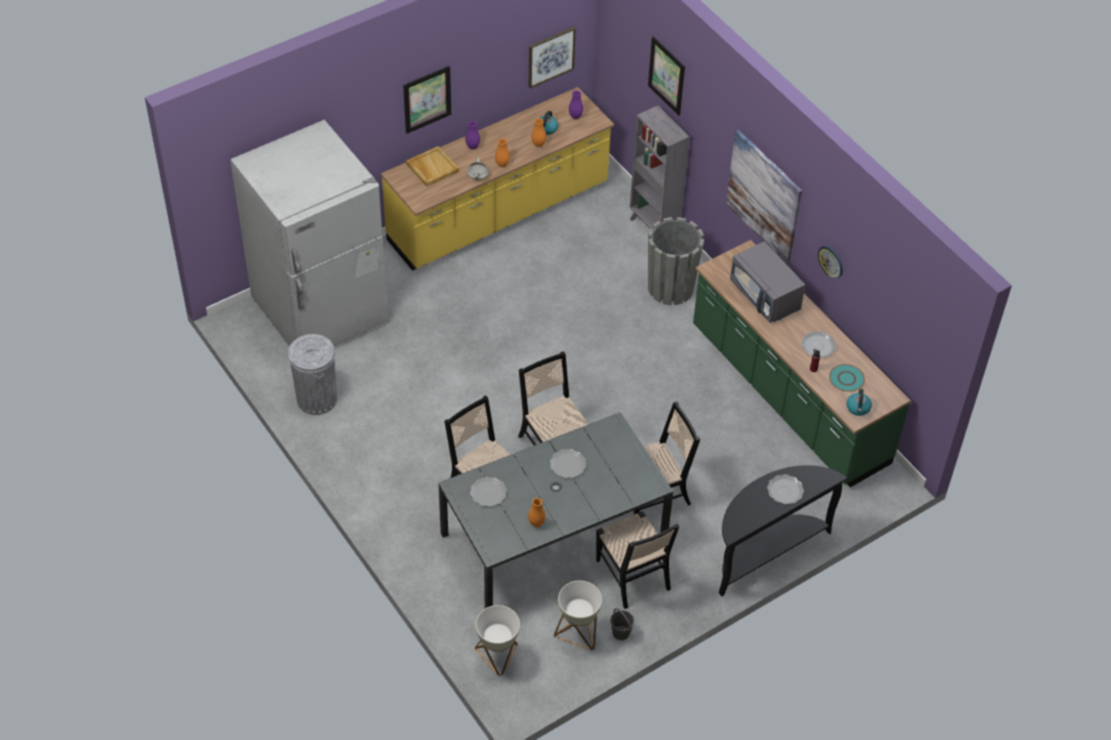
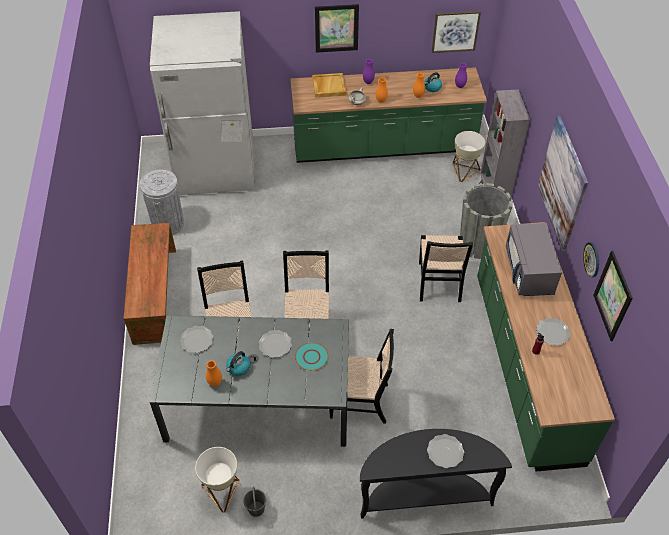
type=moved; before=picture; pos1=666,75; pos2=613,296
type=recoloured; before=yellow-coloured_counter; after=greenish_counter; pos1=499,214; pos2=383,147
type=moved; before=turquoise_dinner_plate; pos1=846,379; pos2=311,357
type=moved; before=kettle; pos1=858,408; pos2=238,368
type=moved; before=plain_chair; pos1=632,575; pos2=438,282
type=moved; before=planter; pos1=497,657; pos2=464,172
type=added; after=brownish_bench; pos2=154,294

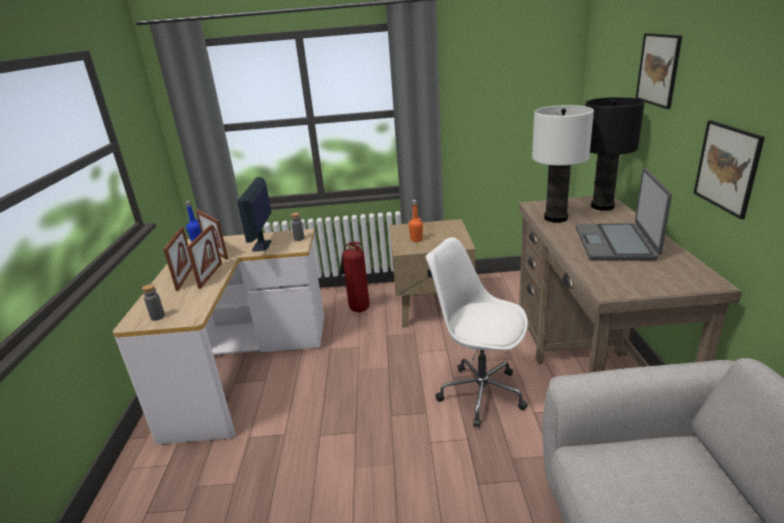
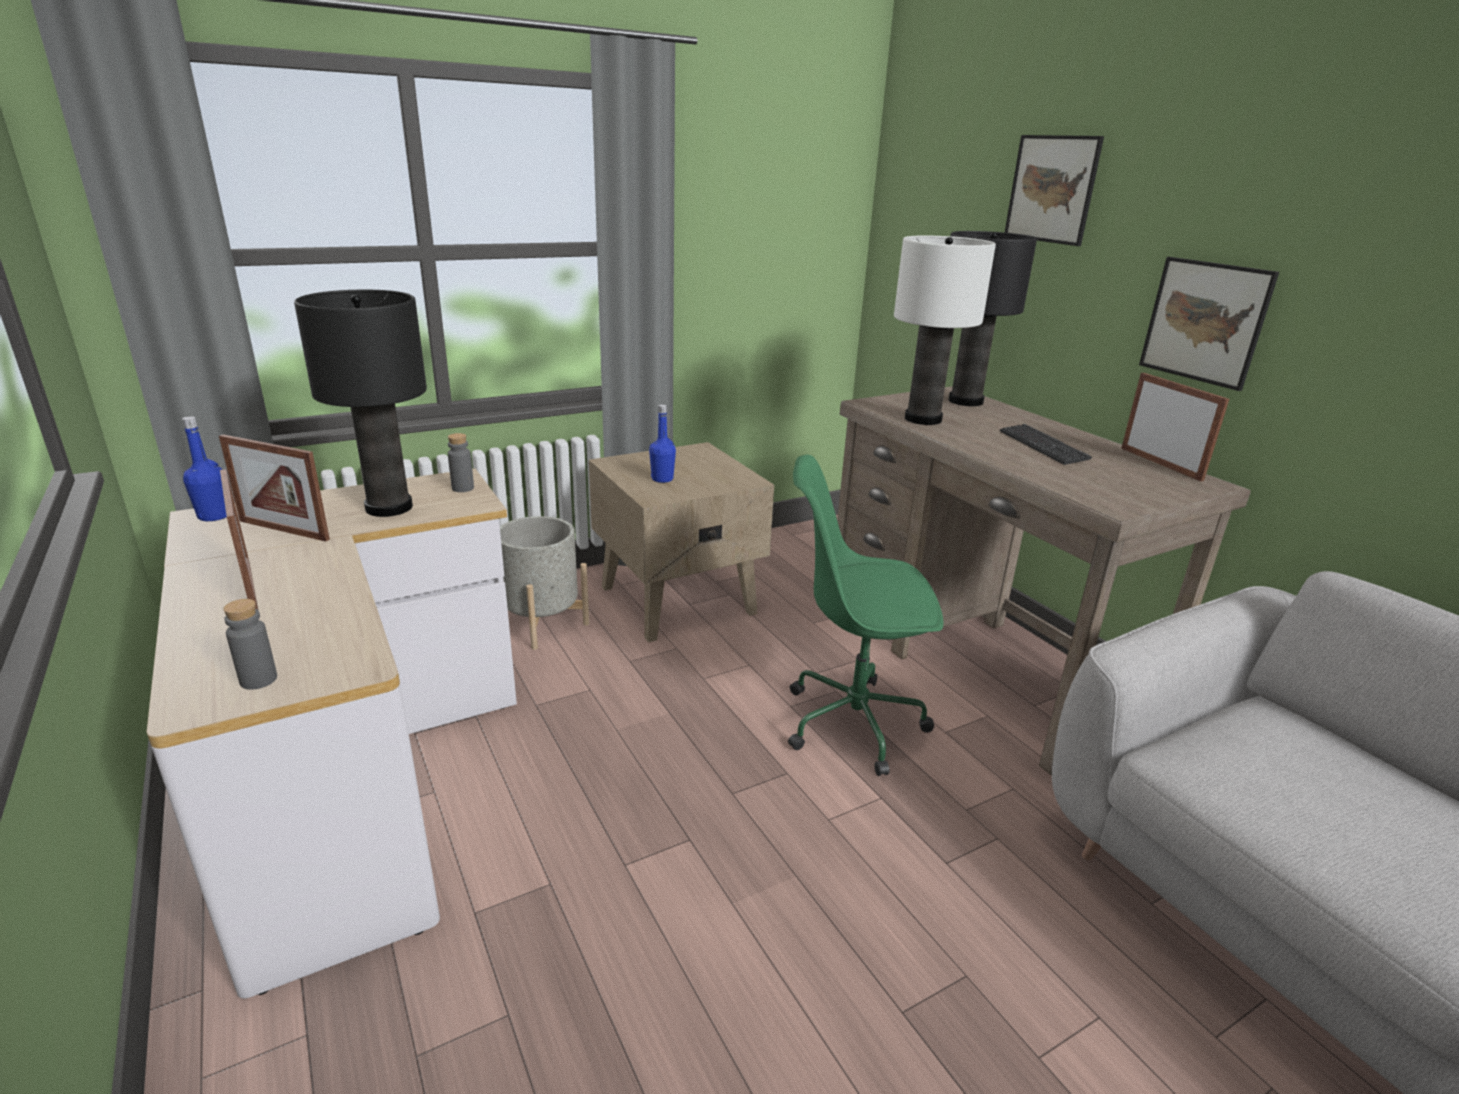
type=replaced; before=laptop; after=keyboard; pos1=615,243; pos2=1042,446
type=replaced; before=computer_screen; after=black-coloured_lamp_for_a_table; pos1=262,245; pos2=388,507
type=recoloured; before=orange-coloured_bottle; after=bluish_bottle; pos1=416,239; pos2=662,479
type=moved; before=picture_frame; pos1=210,275; pos2=1160,464
type=recoloured; before=whitish_computer_chair; after=greenish_computer_chair; pos1=479,394; pos2=849,723
type=replaced; before=fire_extinguisher; after=grey_planter; pos1=357,308; pos2=541,623

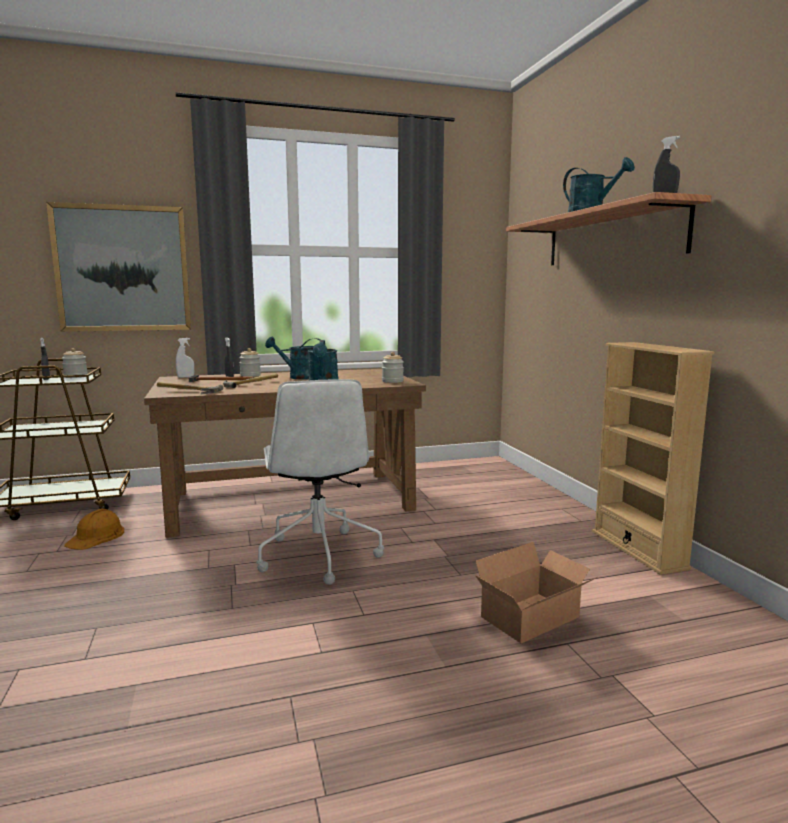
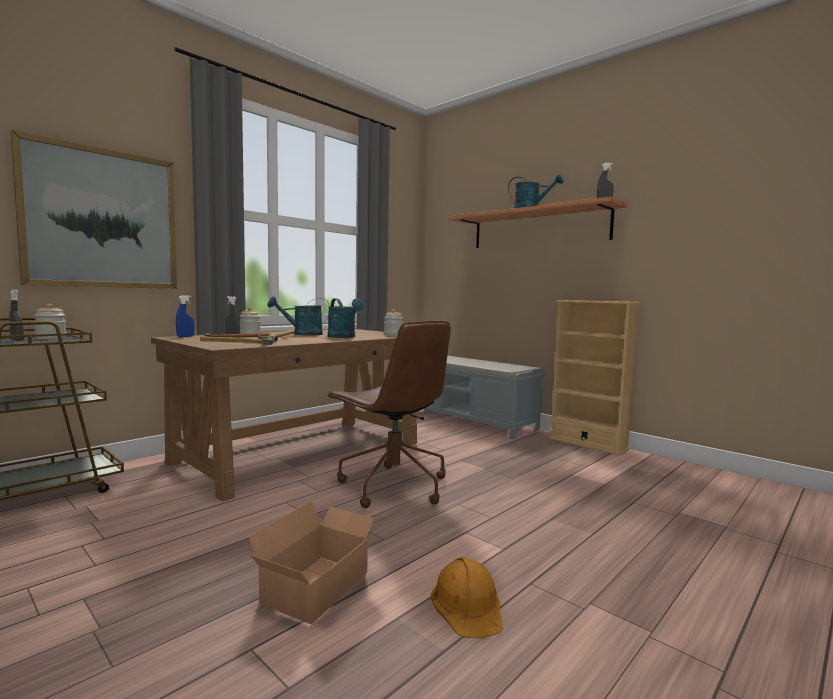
type=recoloured; before=whitish_spray_bottle; after=bluish_spray_bottle; pos1=185,377; pos2=185,336
type=recoloured; before=whitish_computer_chair; after=brownish_computer_chair; pos1=318,553; pos2=390,485
type=moved; before=orange-coloured_safety_helmet; pos1=96,536; pos2=468,605
type=moved; before=carton; pos1=534,618; pos2=321,587
type=added; after=grey_bench; pos2=469,420

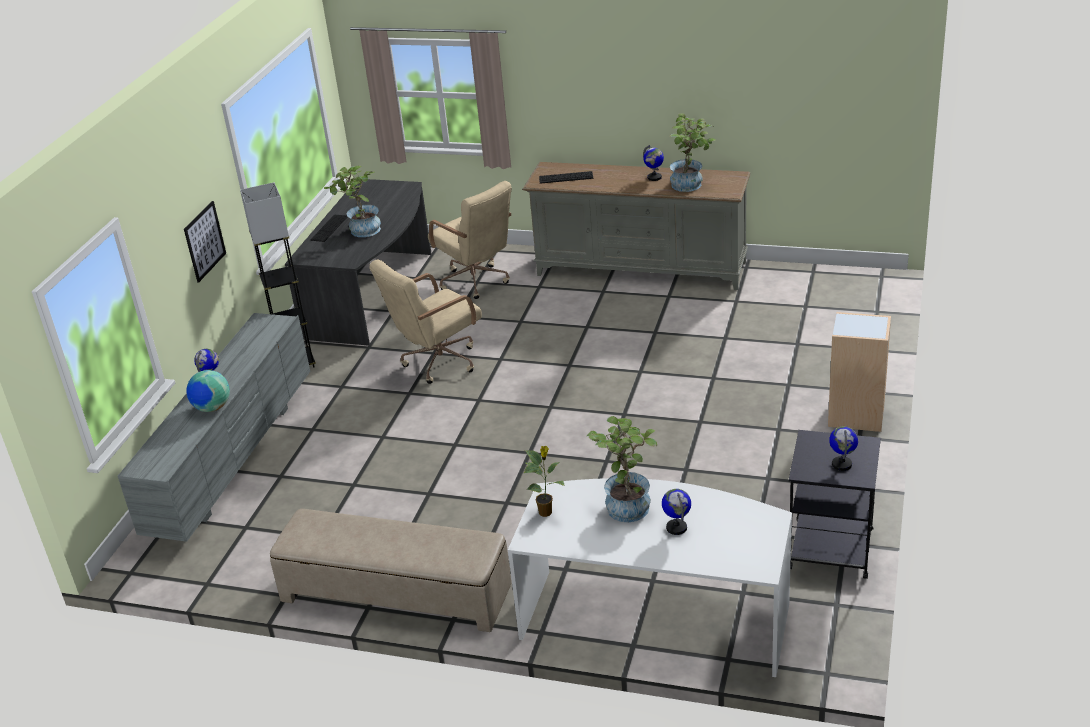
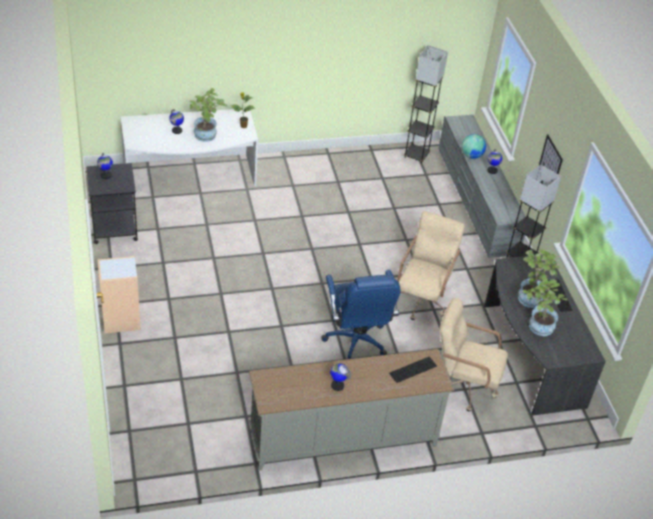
type=moved; before=houseplant; pos1=691,185; pos2=537,327
type=removed; before=beige_bench; pos1=394,593
type=added; after=grey_floor_lamp; pos2=416,155
type=added; after=bluish_computer_chair; pos2=356,342

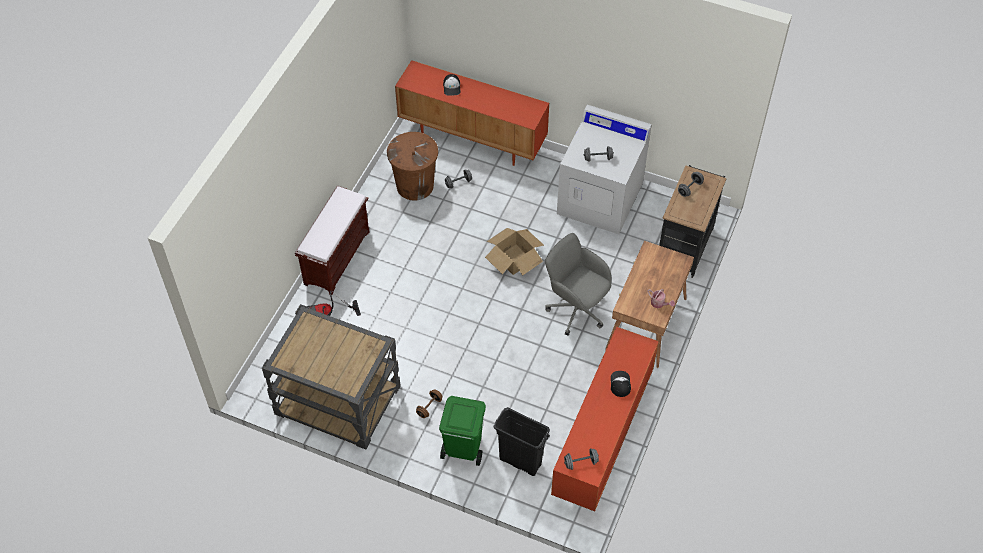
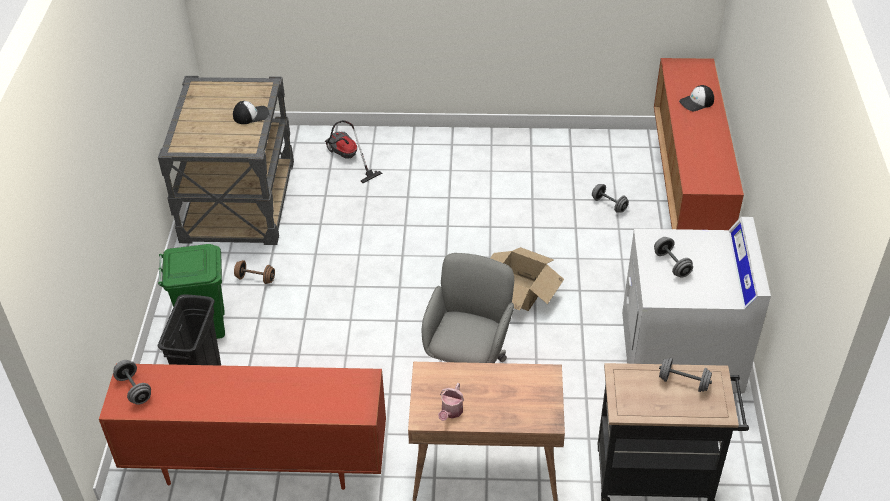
type=removed; before=brownish_rubbish_bin; pos1=415,185
type=removed; before=brownish_bench; pos1=337,257
type=moved; before=peaked_cap; pos1=620,384; pos2=251,115

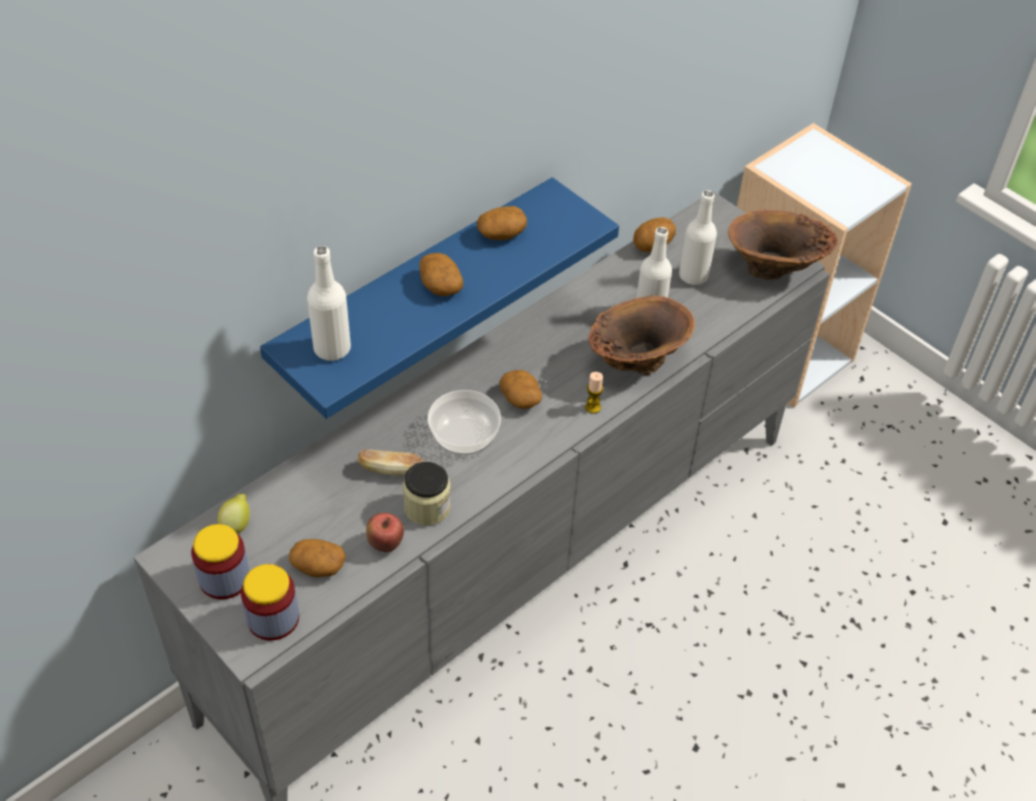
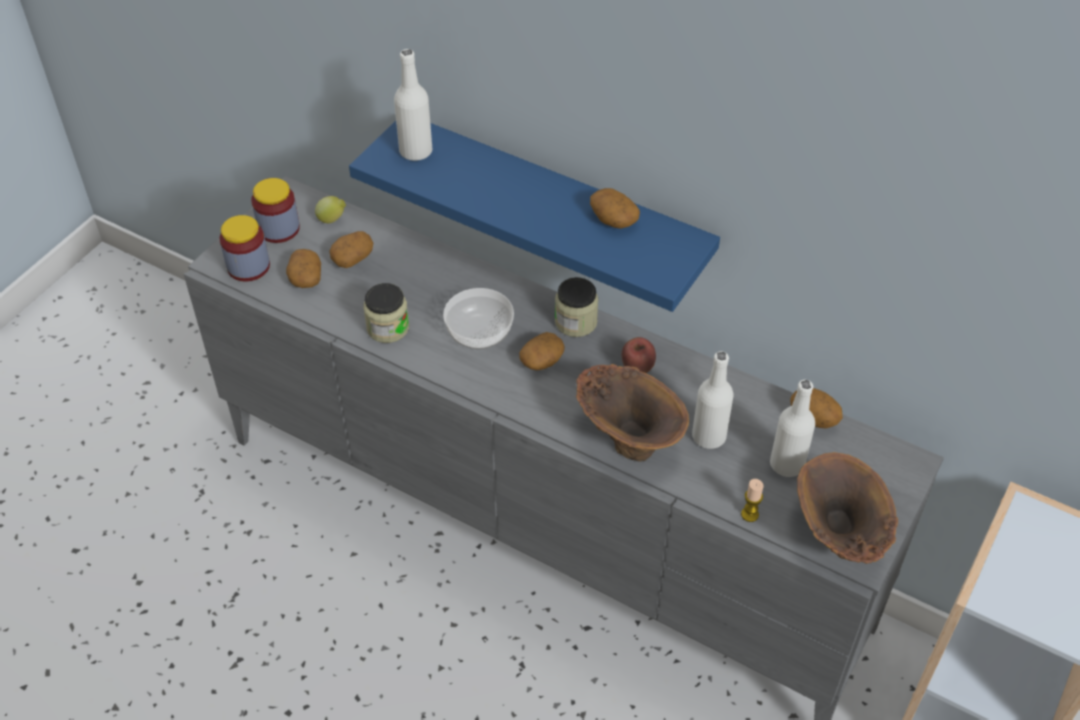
type=moved; before=whole_potato; pos1=440,285; pos2=352,258
type=moved; before=wax_candle; pos1=593,407; pos2=749,514
type=removed; before=bread; pos1=390,470
type=moved; before=whole_apple; pos1=385,544; pos2=637,368
type=added; after=jar; pos2=576,322

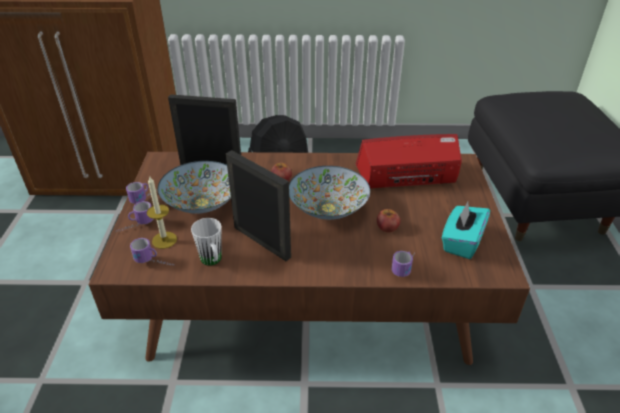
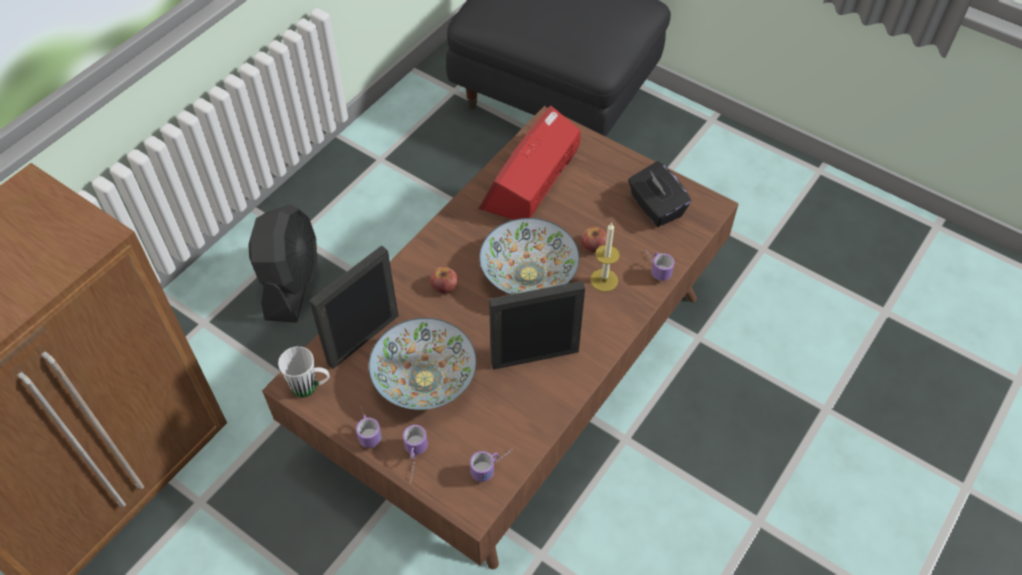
type=moved; before=wax_candle; pos1=164,240; pos2=604,280
type=recoloured; before=turquoise_tissue_holder; after=black-coloured_tissue_holder; pos1=461,242; pos2=655,207
type=moved; before=whitish_tea_mug; pos1=212,262; pos2=311,388

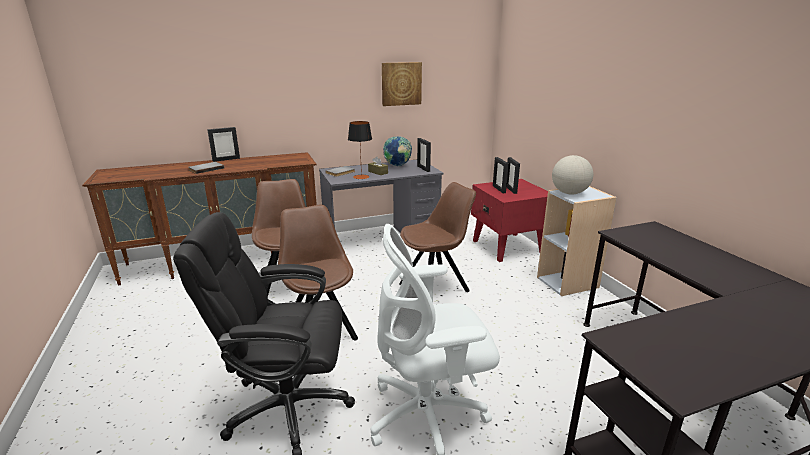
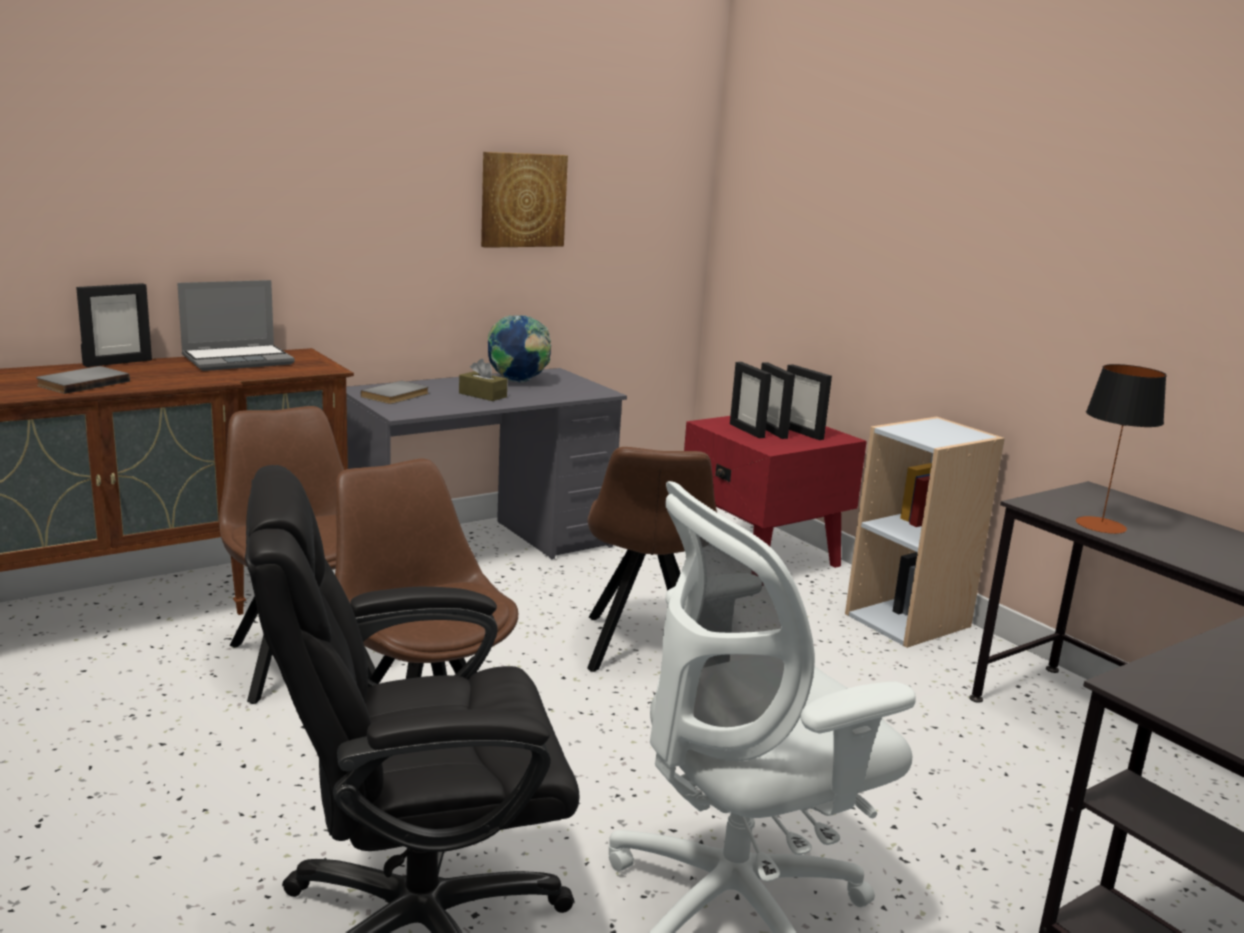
type=moved; before=lamp_for_a_table; pos1=361,177; pos2=1101,525
type=moved; before=picture_frame; pos1=424,168; pos2=802,432
type=removed; before=world_globe; pos1=569,193
type=turned; before=brownish_plain_chair; pos1=434,287; pos2=644,647; turn=135
type=added; after=laptop; pos2=239,360

